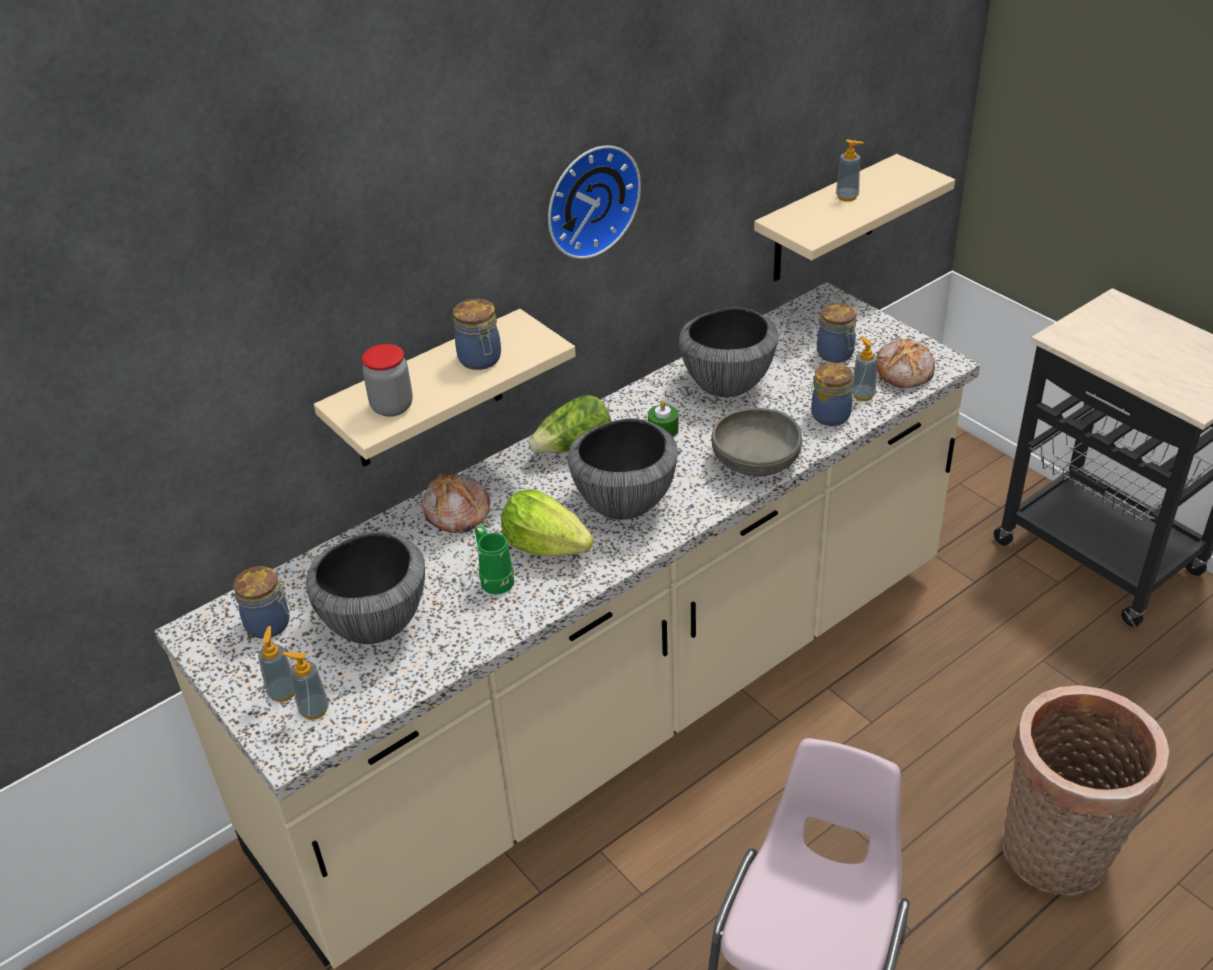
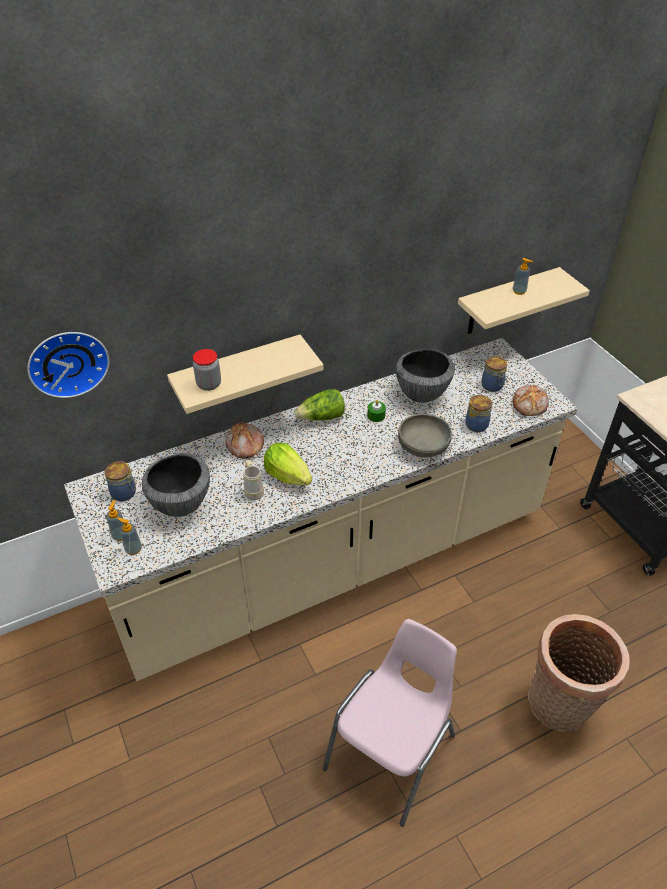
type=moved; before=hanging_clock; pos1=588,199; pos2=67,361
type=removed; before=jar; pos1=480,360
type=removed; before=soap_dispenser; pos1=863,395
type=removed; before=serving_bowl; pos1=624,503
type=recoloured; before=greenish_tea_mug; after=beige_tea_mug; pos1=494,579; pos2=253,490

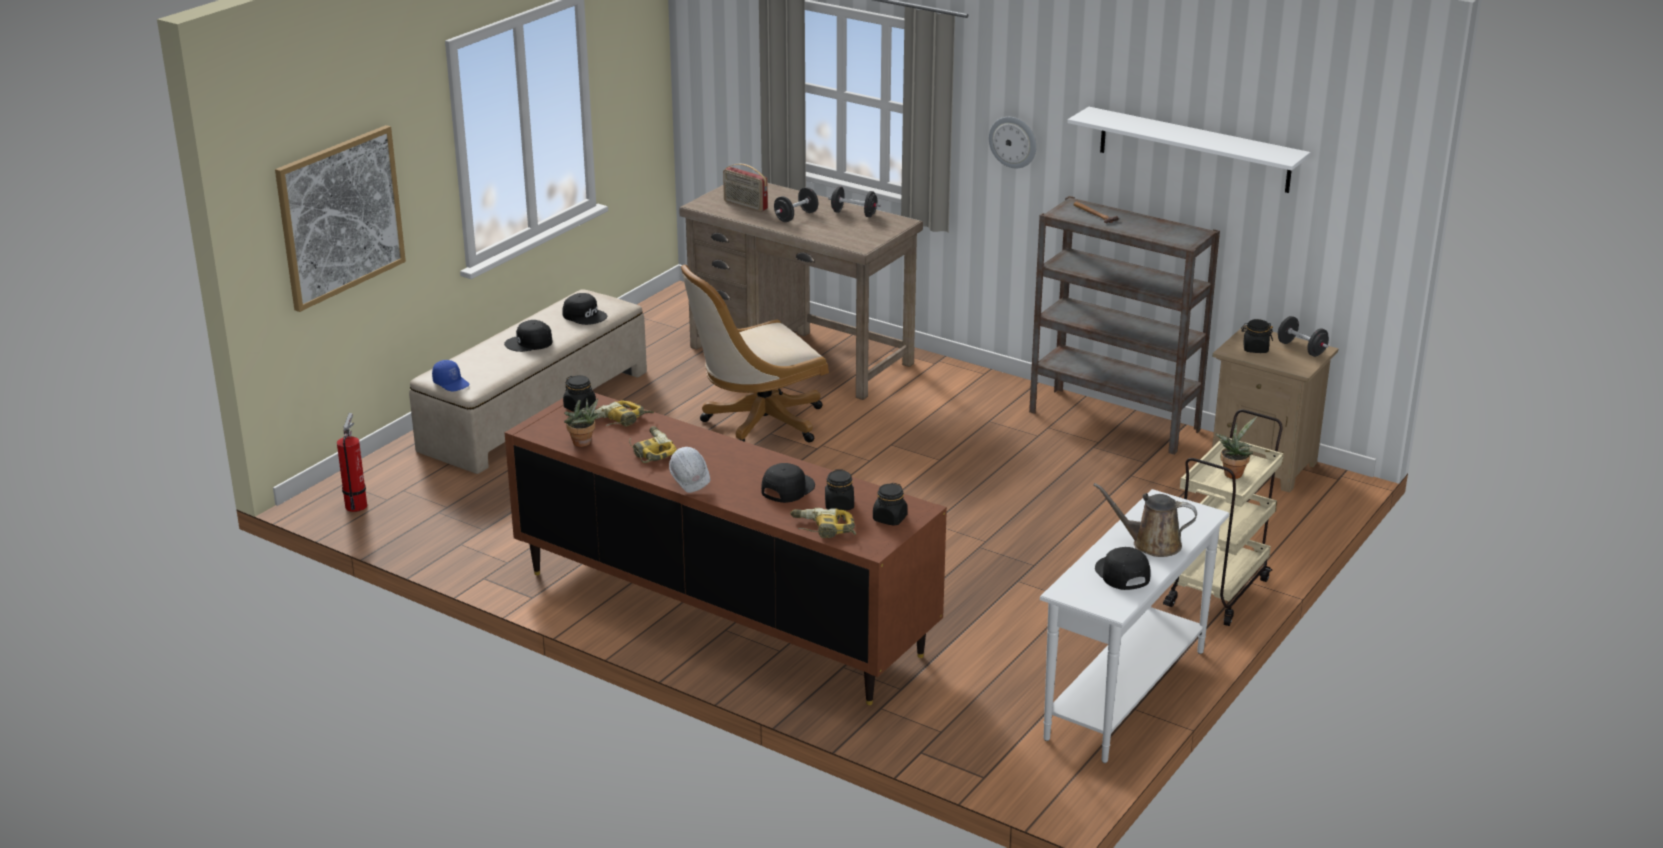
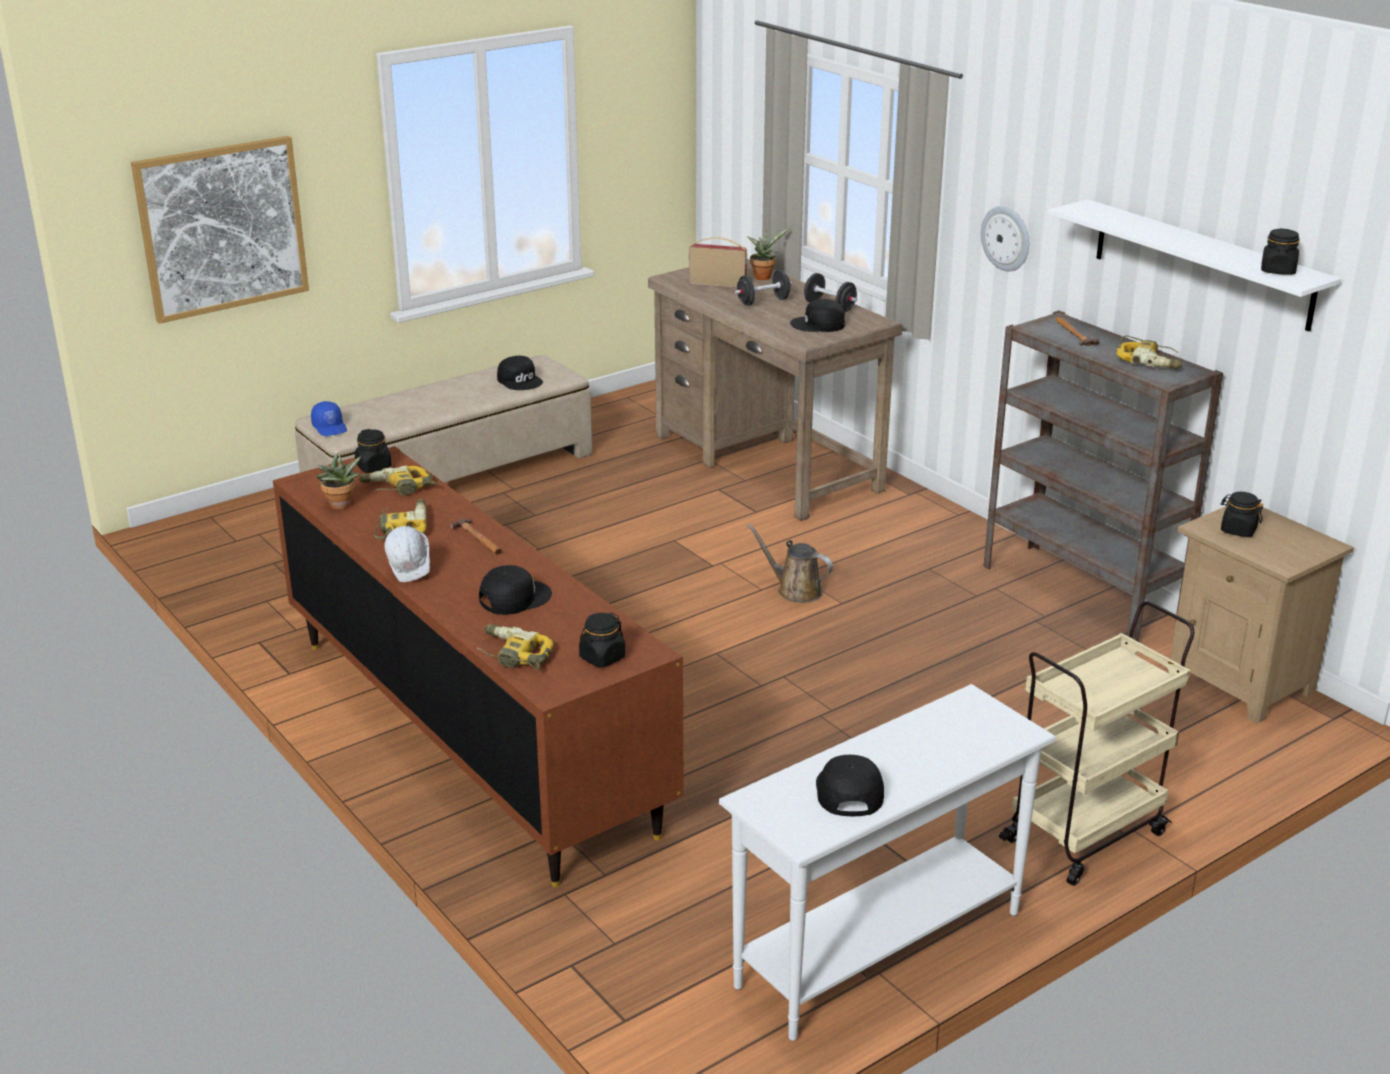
type=turned; before=radio; pos1=745,205; pos2=718,284; turn=135
type=removed; before=computer_chair; pos1=756,424
type=removed; before=black-coloured_free_weight; pos1=1301,349
type=moved; before=black-coloured_peaked_cap; pos1=529,343; pos2=818,325
type=removed; before=fire_extinguisher; pos1=357,504
type=moved; before=houseplant; pos1=1233,473; pos2=764,277
type=moved; before=black-coloured_jar; pos1=839,505; pos2=1278,271
type=moved; before=brownish_watering_can; pos1=1151,544; pos2=795,590
type=added; after=drill; pos2=1148,360
type=added; after=tool_hammer; pos2=478,539

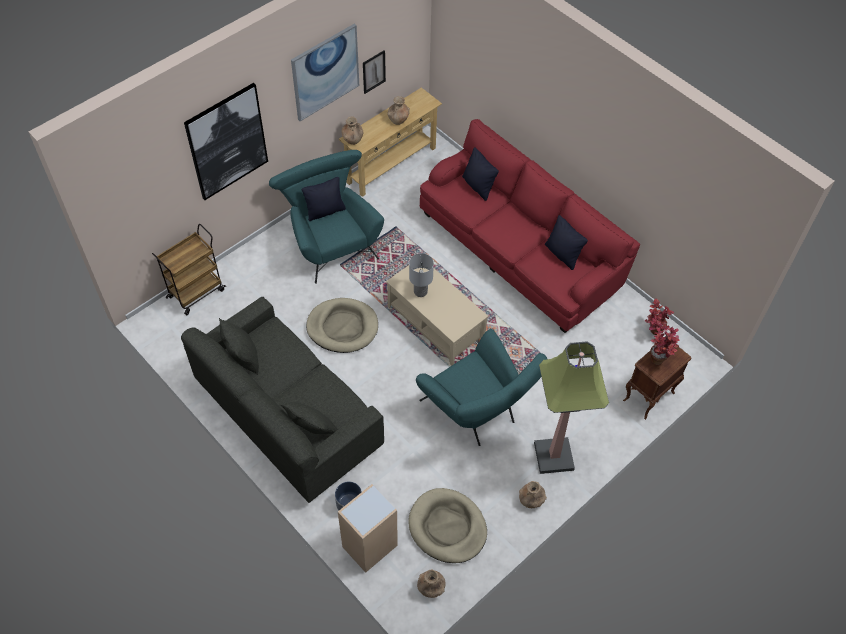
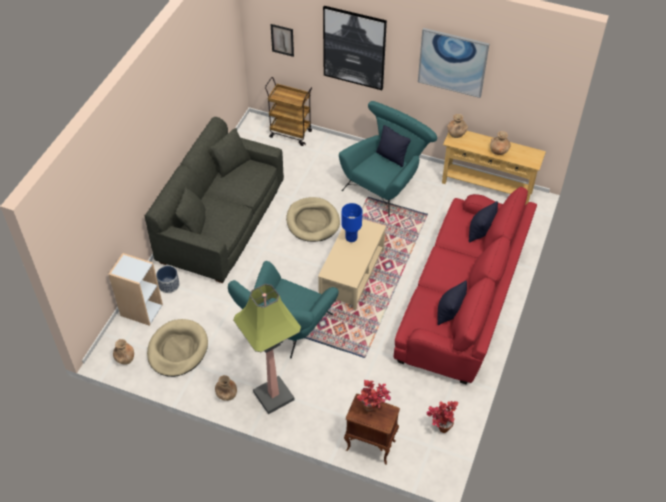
type=moved; before=picture; pos1=374,72; pos2=282,40
type=recoloured; before=grey_lamp_for_a_table; after=bluish_lamp_for_a_table; pos1=420,293; pos2=351,239

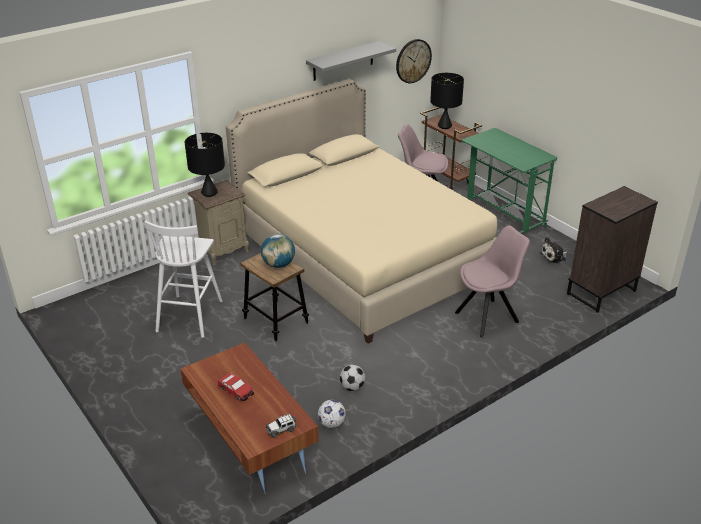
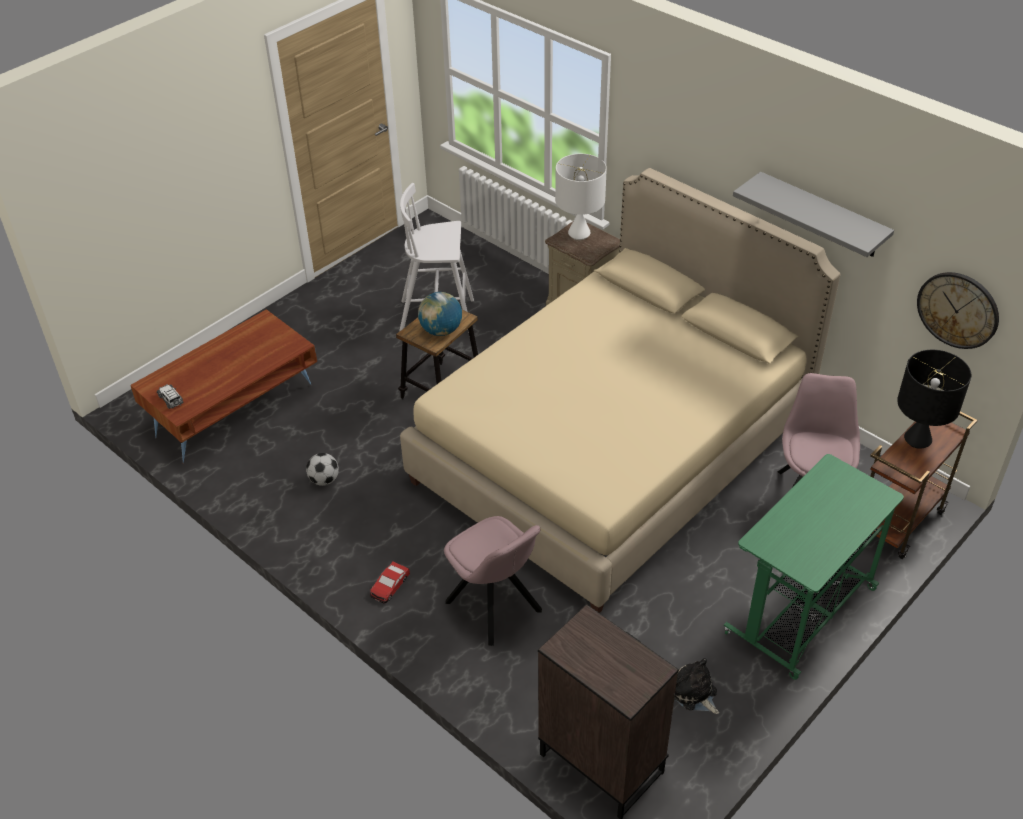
type=recoloured; before=black-coloured_lamp_for_a_table; after=whitish_lamp_for_a_table; pos1=209,193; pos2=579,235
type=moved; before=model_car; pos1=236,390; pos2=390,586
type=removed; before=football_ball; pos1=331,423

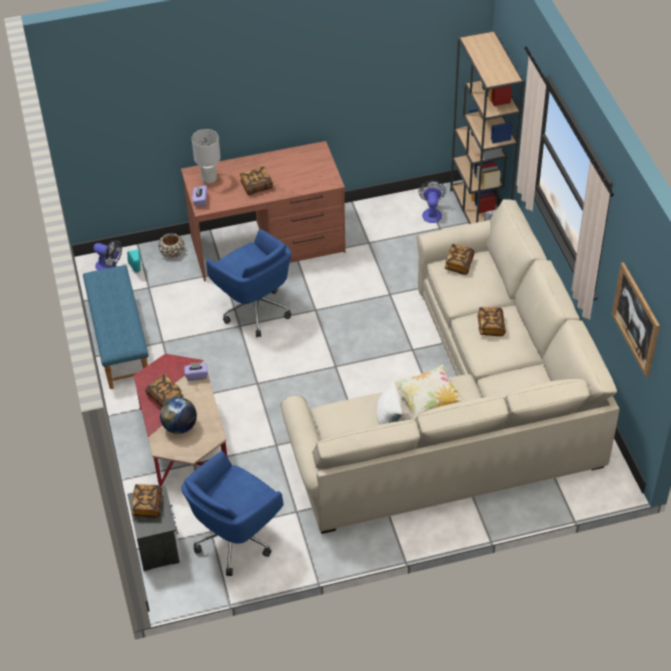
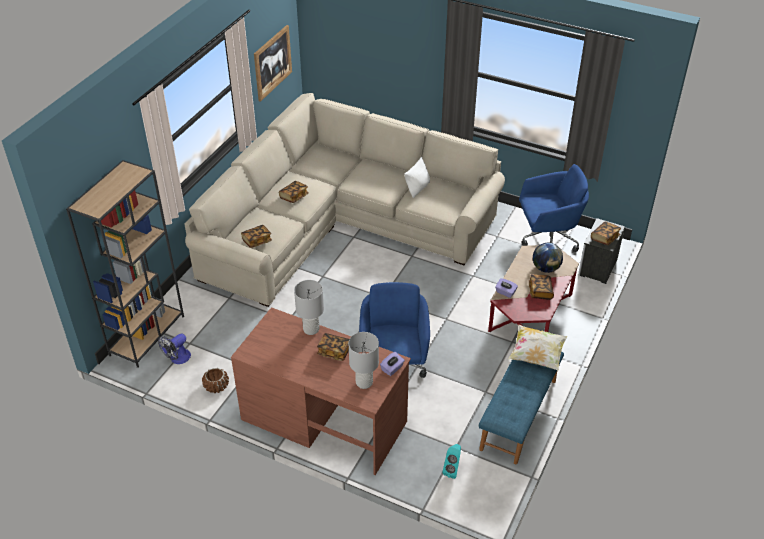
type=moved; before=brownish_planter; pos1=172,252; pos2=216,386
type=removed; before=electric_fan; pos1=109,267
type=moved; before=throw_pillow; pos1=429,401; pos2=536,356
type=added; after=grey_lamp_for_a_table; pos2=311,330

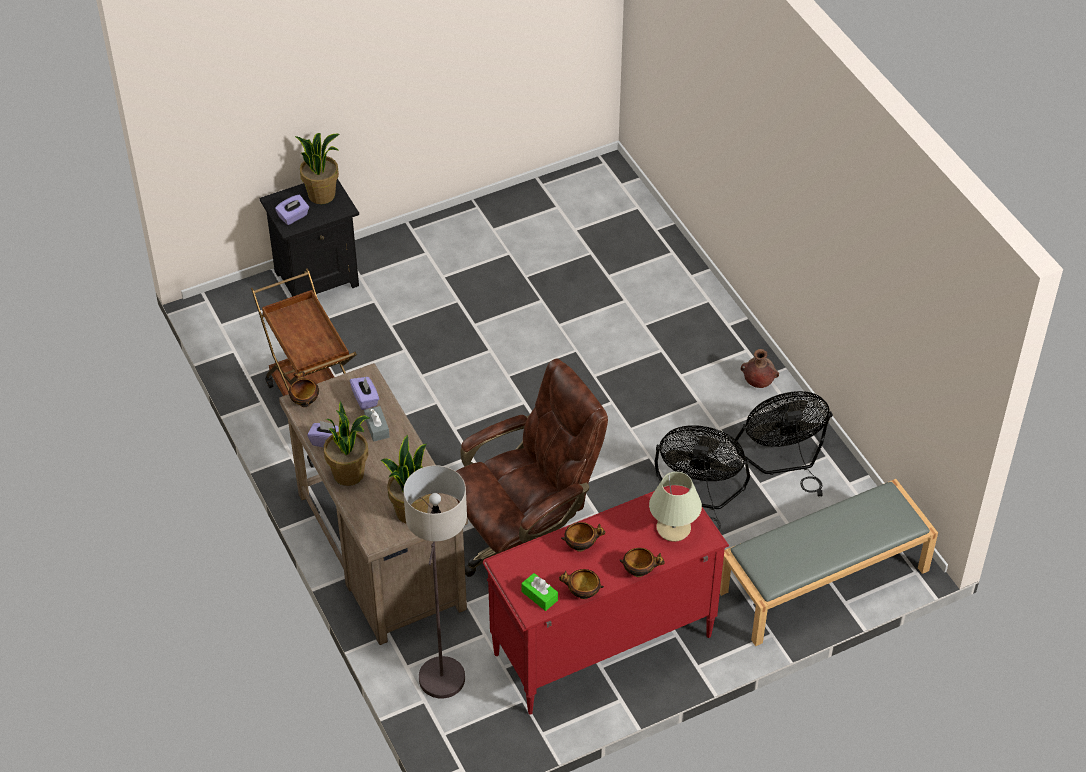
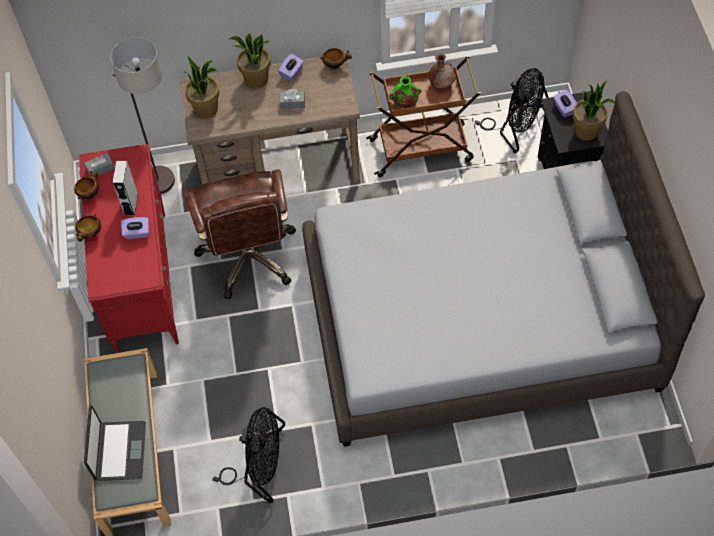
type=moved; before=brownish_vase; pos1=758,382; pos2=442,84
type=moved; before=purple_tissue_holder; pos1=365,399; pos2=137,233
type=moved; before=black-coloured_electric_fan; pos1=700,496; pos2=515,125
type=removed; before=beige_lamp_for_a_table; pos1=673,528
type=replaced; before=serving_bowl; after=grey_speaker; pos1=581,546; pos2=131,204
type=recoloured; before=greenish_tissue_holder; after=grey_tissue_holder; pos1=539,596; pos2=100,168
type=added; after=greenish_vase; pos2=404,103
type=added; after=grey_sleeping_bed; pos2=479,321
type=added; after=laptop; pos2=119,451

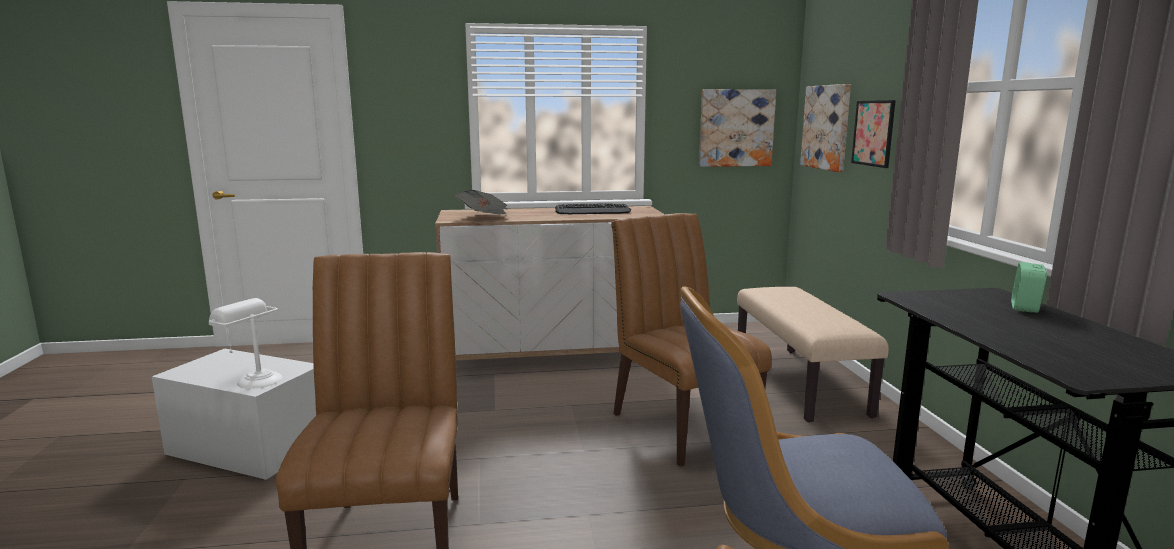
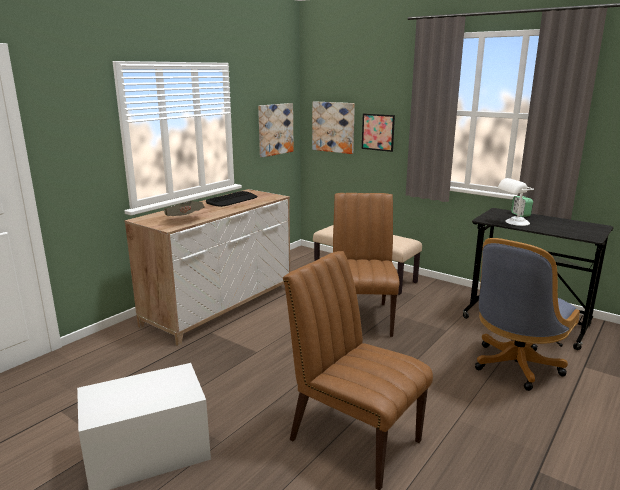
type=turned; before=brownish_plain_chair; pos1=683,429; pos2=361,319; turn=75
type=moved; before=whitish_lamp_for_a_table; pos1=253,379; pos2=513,223

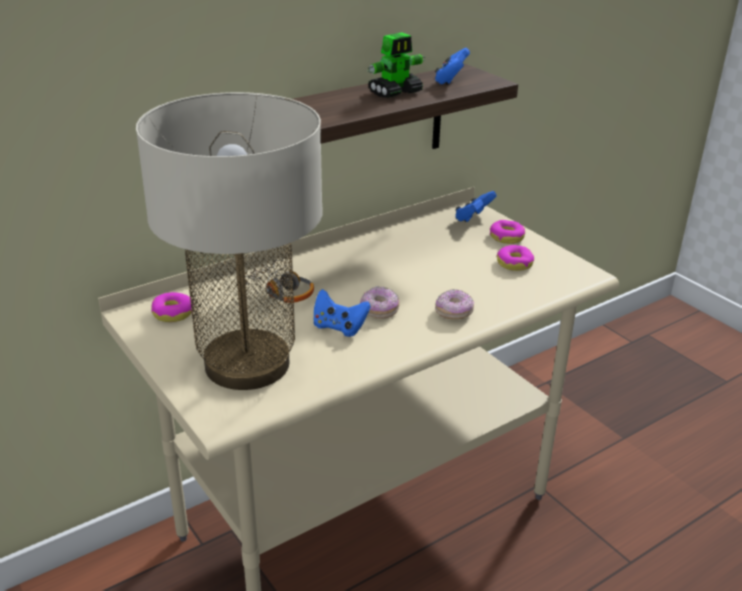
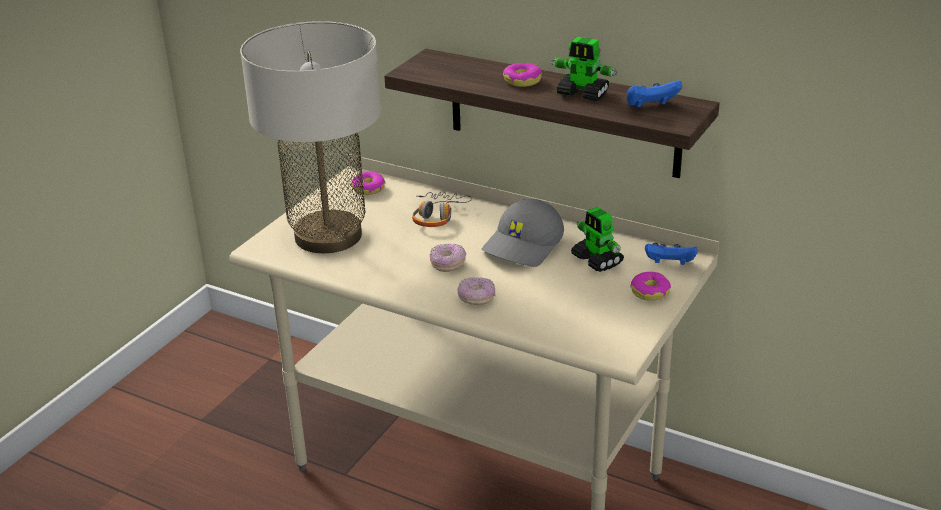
type=moved; before=doughnut; pos1=514,263; pos2=522,81
type=removed; before=bluish_gamepad; pos1=339,327
type=added; after=grey_peaked_cap; pos2=524,246
type=added; after=toy_robot; pos2=597,260

